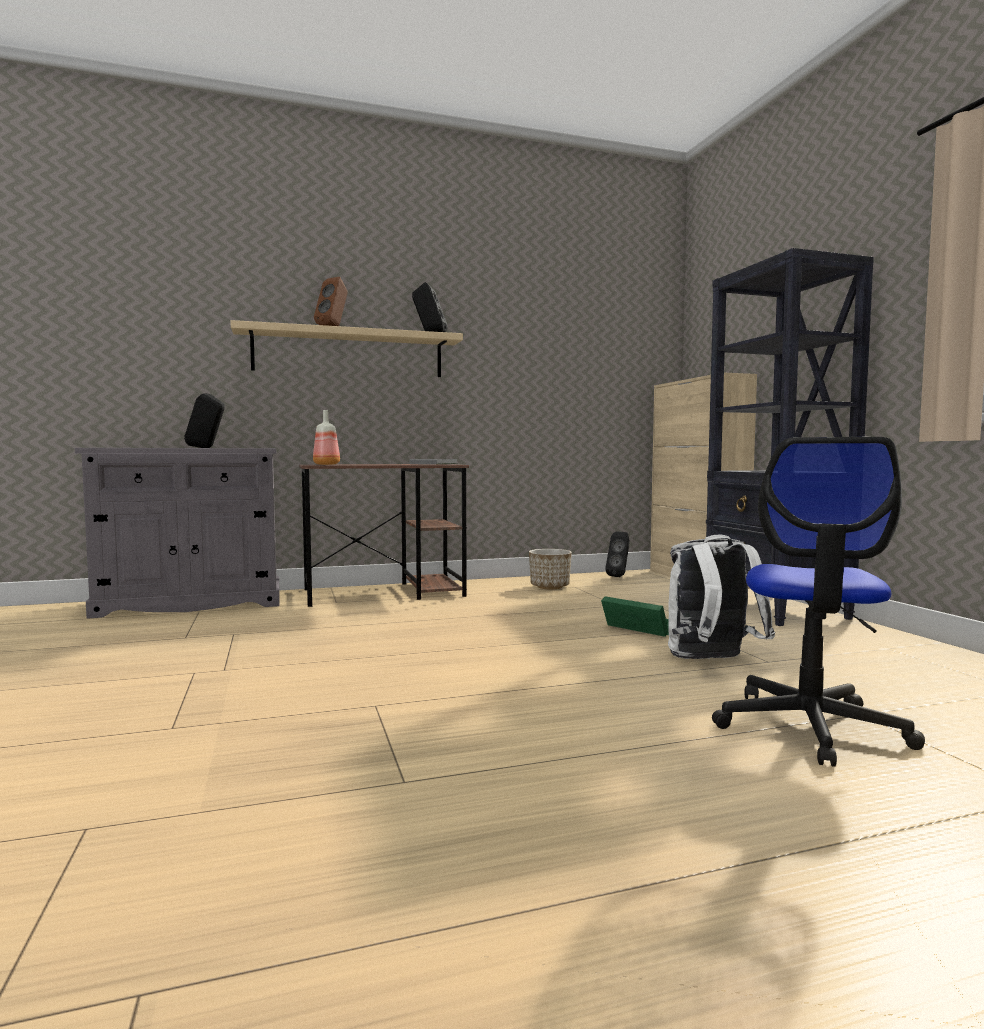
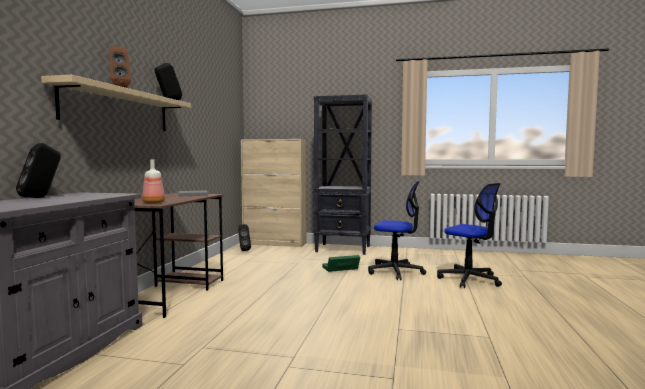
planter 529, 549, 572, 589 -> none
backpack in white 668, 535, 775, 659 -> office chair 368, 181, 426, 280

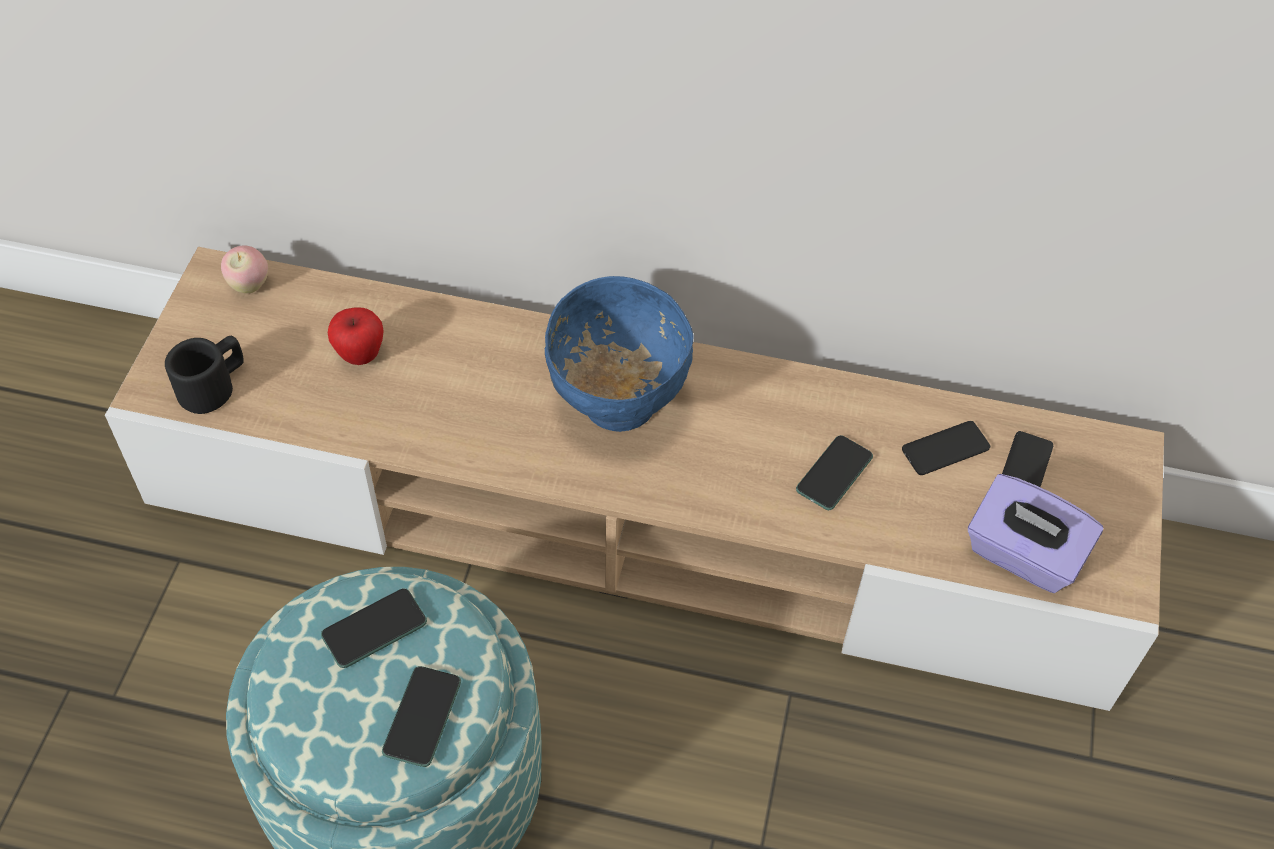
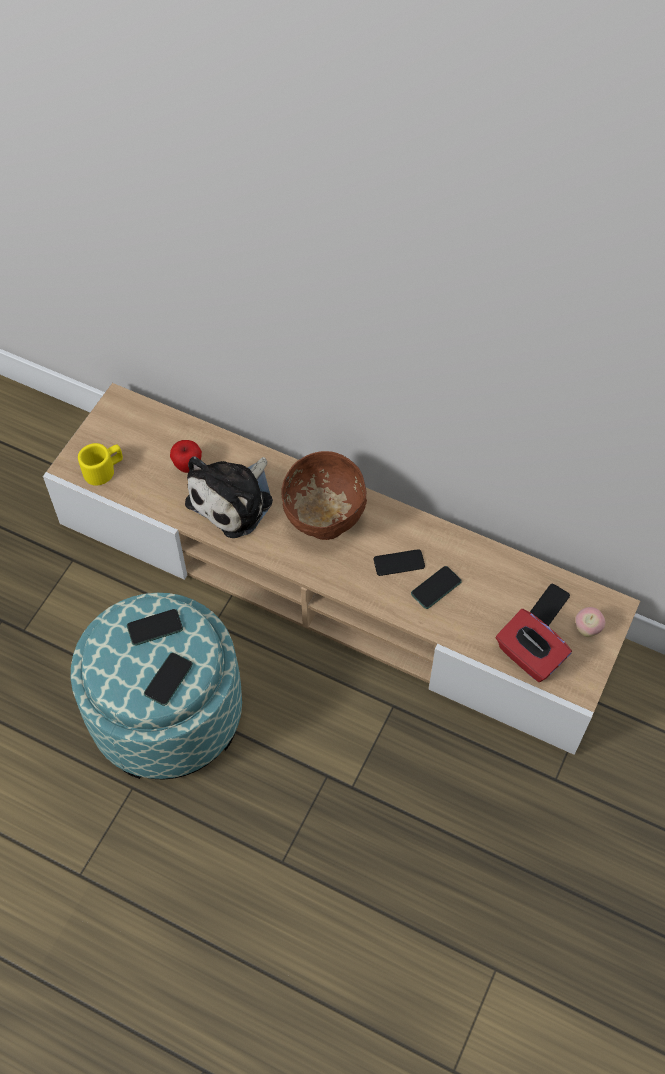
mug in black 165, 336, 244, 414 -> mug in yellow 78, 443, 123, 486
apple 221, 246, 268, 293 -> apple 575, 607, 605, 637, shifted
bowl in blue 545, 276, 693, 432 -> bowl in brown 281, 451, 367, 540
phone 902, 421, 990, 475 -> phone 374, 549, 425, 576, shifted
tissue box in purple 968, 474, 1104, 593 -> tissue box in red 496, 609, 572, 682
none -> plush toy 185, 457, 273, 538

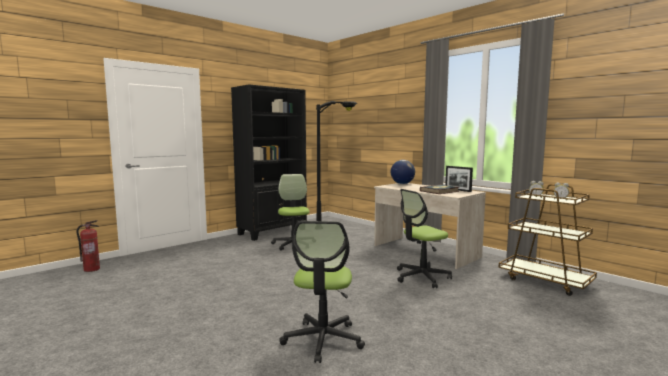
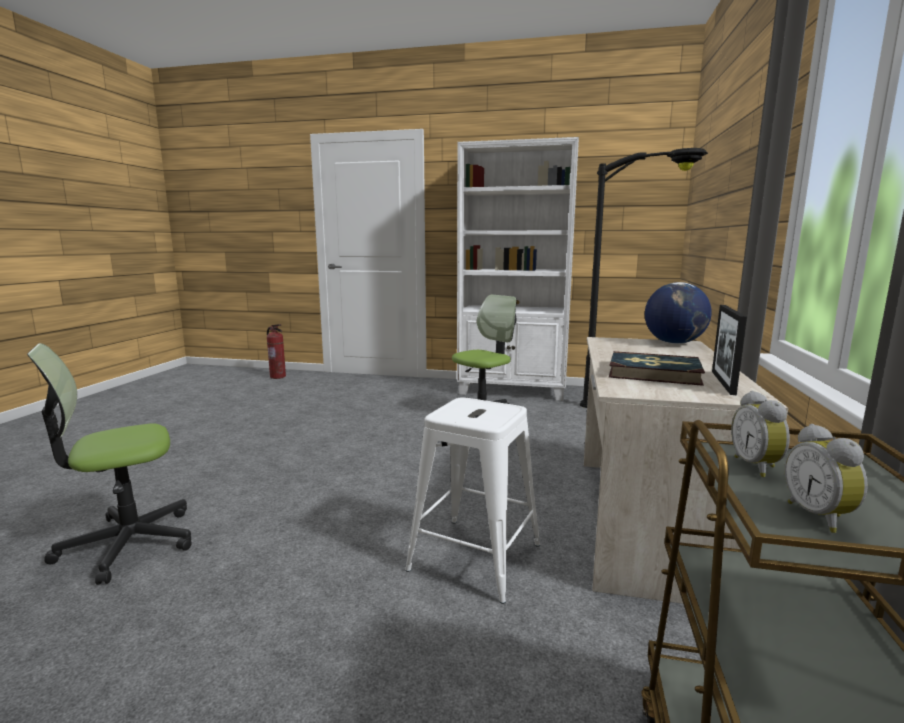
bookcase in black 231, 85, 307, 241 -> bookcase in white 457, 137, 579, 401
office chair 397, 189, 452, 288 -> stool in white 405, 397, 540, 604

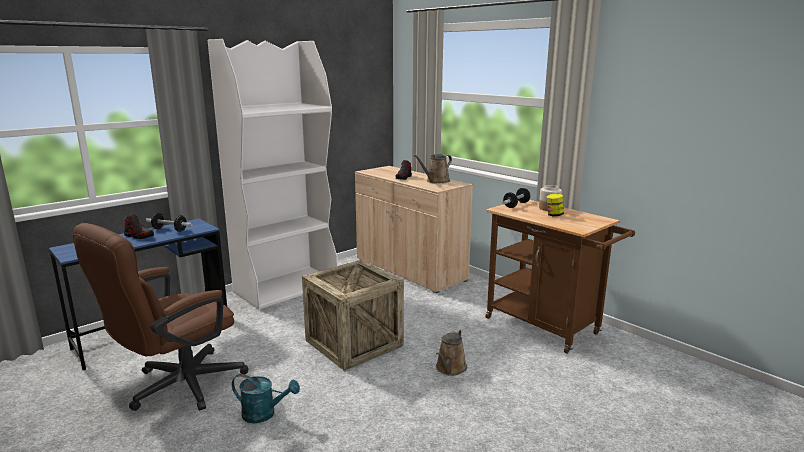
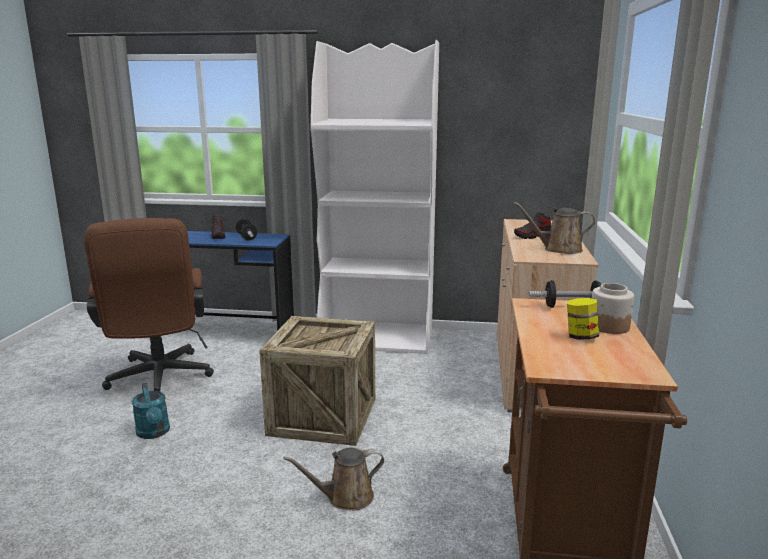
office chair in brown 73, 223, 248, 411 -> office chair in brown 84, 218, 214, 392, 105 degrees counterclockwise

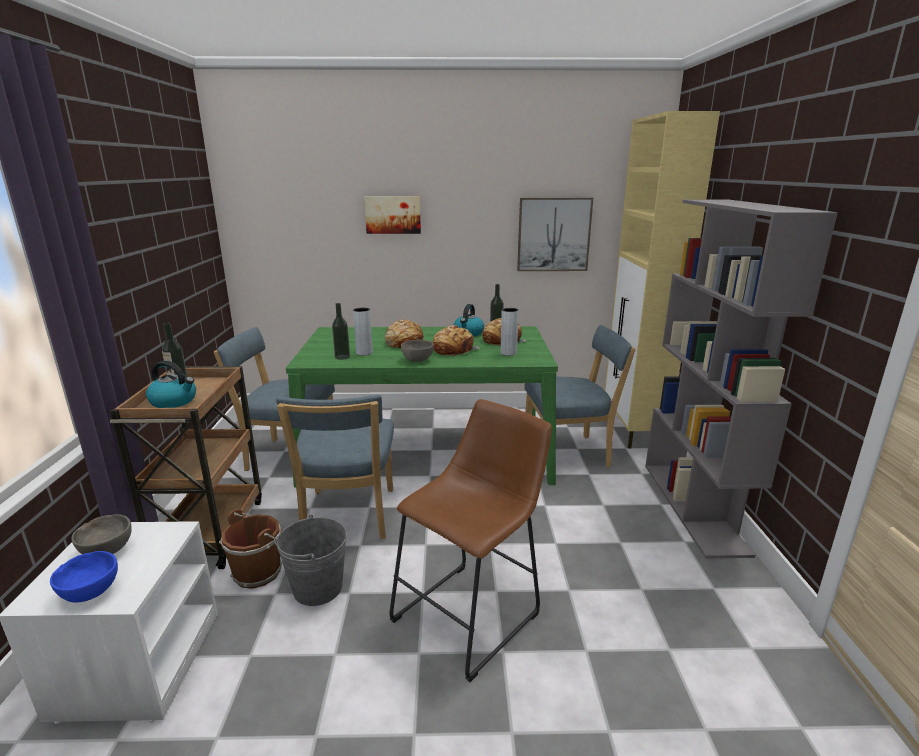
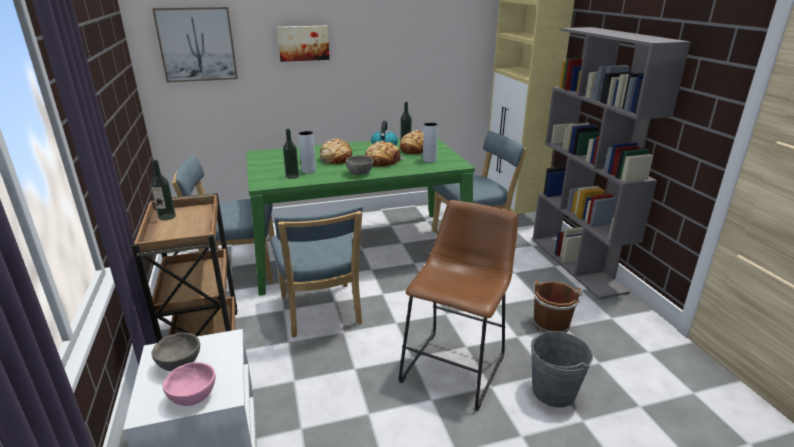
bowl in blue 50, 551, 118, 602 -> bowl in pink 163, 362, 215, 406
kettle 146, 361, 196, 408 -> none
bucket in brown 219, 509, 283, 589 -> bucket in brown 532, 279, 582, 333, shifted
bucket in grey 275, 515, 347, 606 -> bucket in grey 531, 331, 593, 408, shifted
picture 517, 198, 593, 271 -> picture 152, 7, 238, 82, shifted

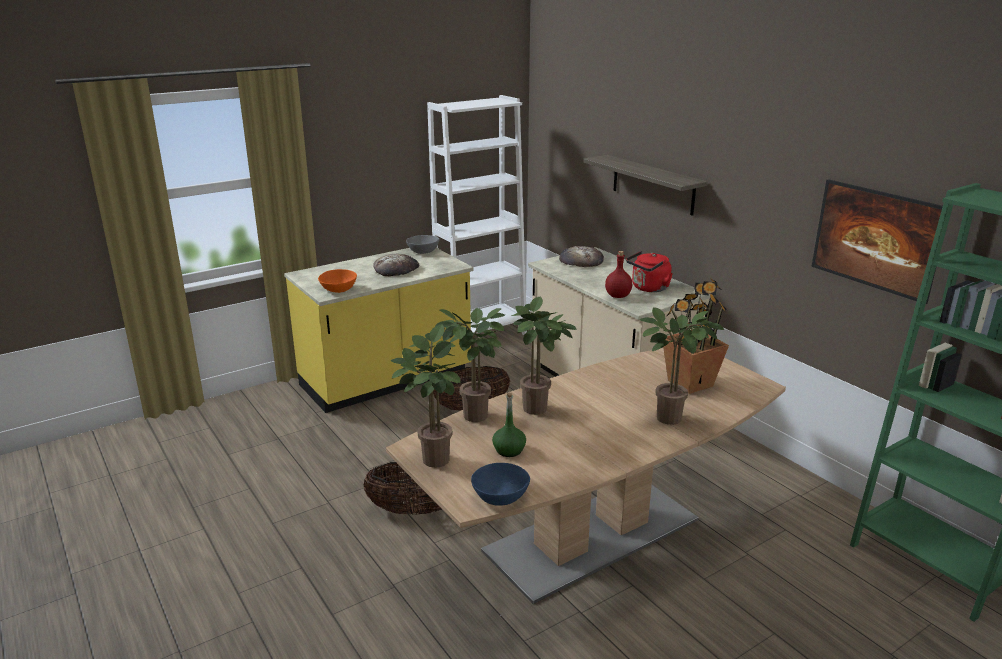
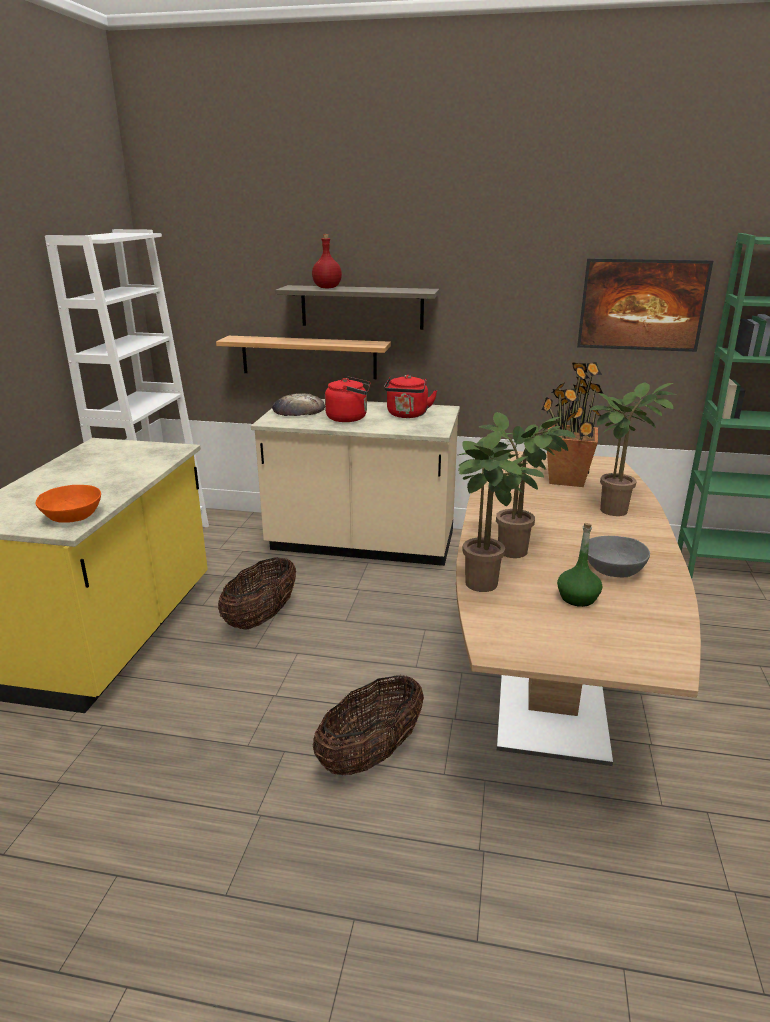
bread 373, 254, 419, 276 -> none
potted plant 391, 324, 461, 468 -> none
bowl in grey 406, 235, 439, 254 -> bowl in grey 588, 536, 650, 577, shifted
bowl in blue 471, 463, 530, 506 -> none
bottle in red 605, 251, 632, 298 -> bottle in red 312, 234, 342, 289, shifted
none -> shelf 216, 336, 391, 379
none -> kettle in red 325, 376, 371, 422

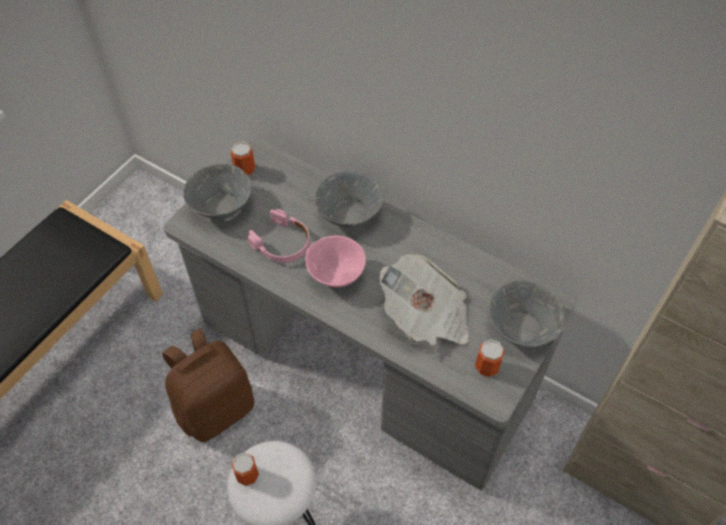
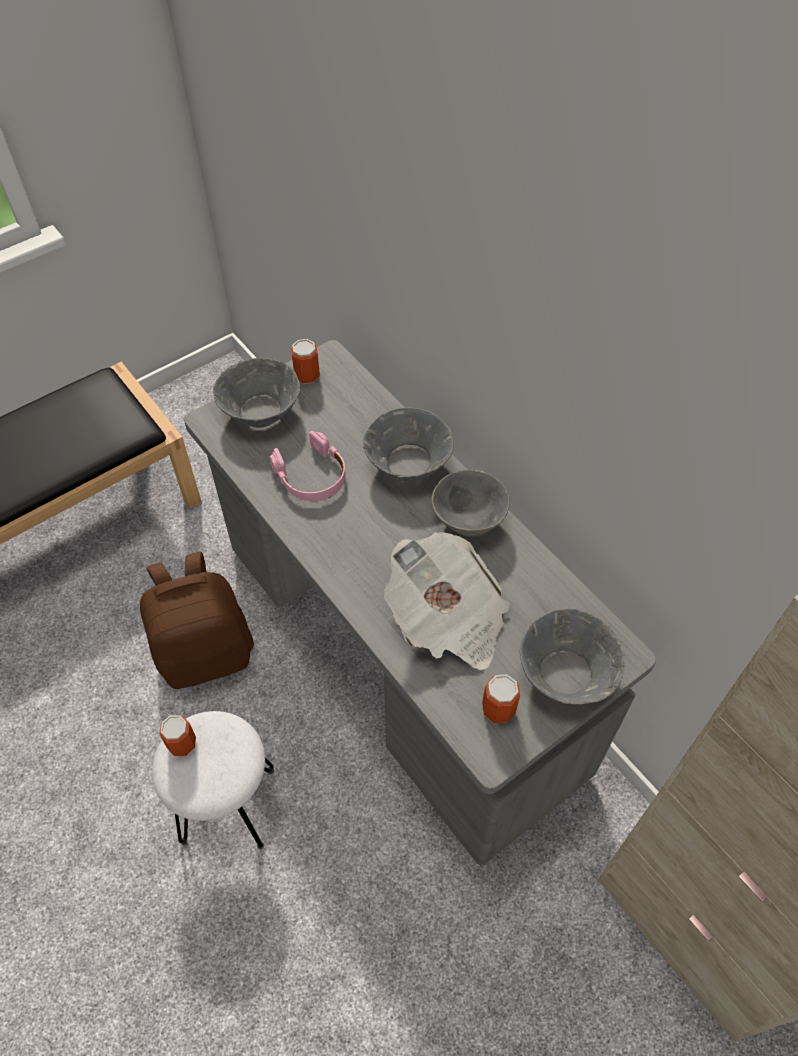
bowl in pink 305, 236, 366, 287 -> none
none -> bowl in grey 432, 470, 510, 537

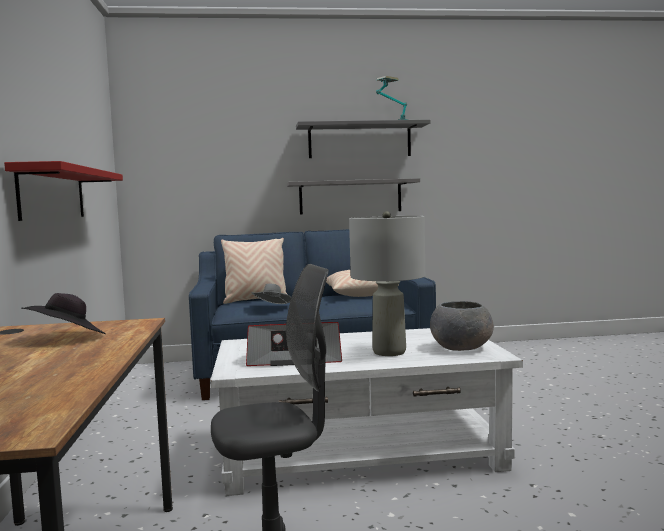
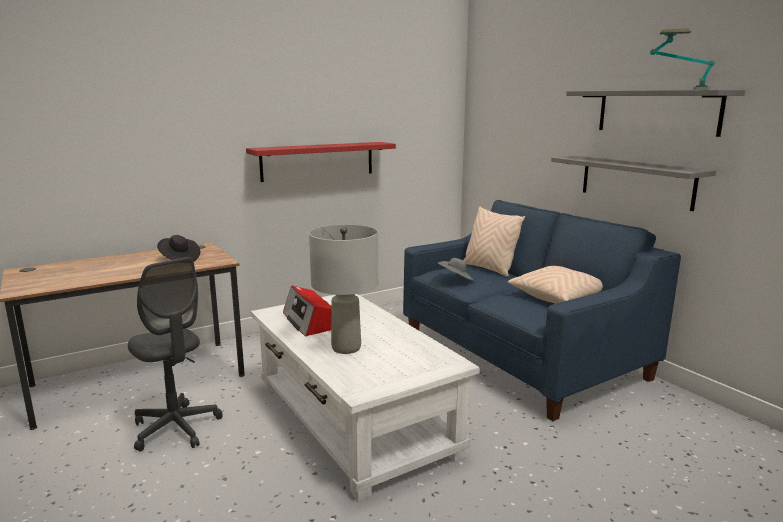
bowl in grey 430, 301, 494, 351 -> none

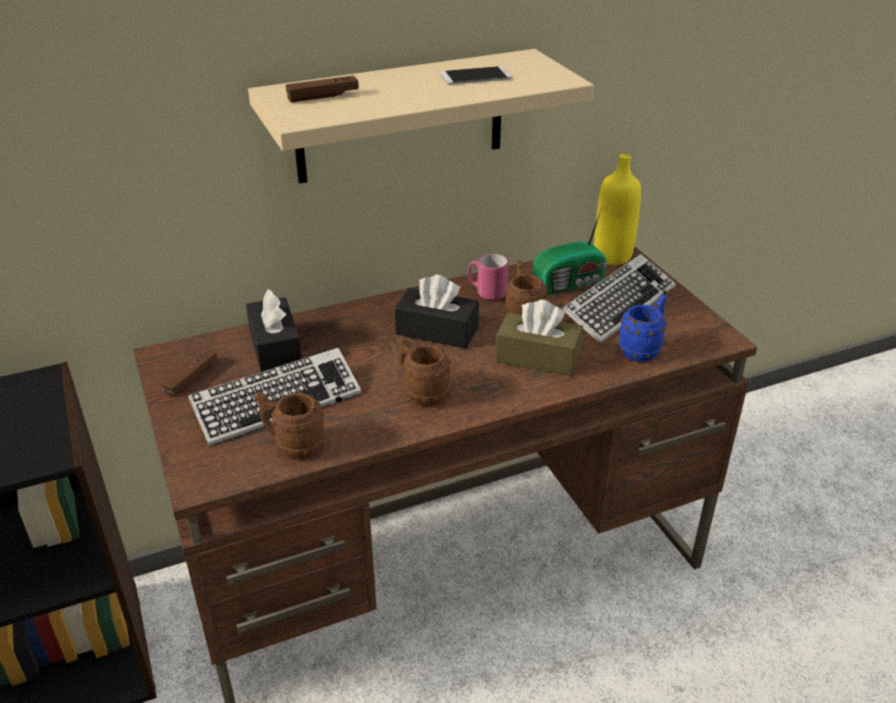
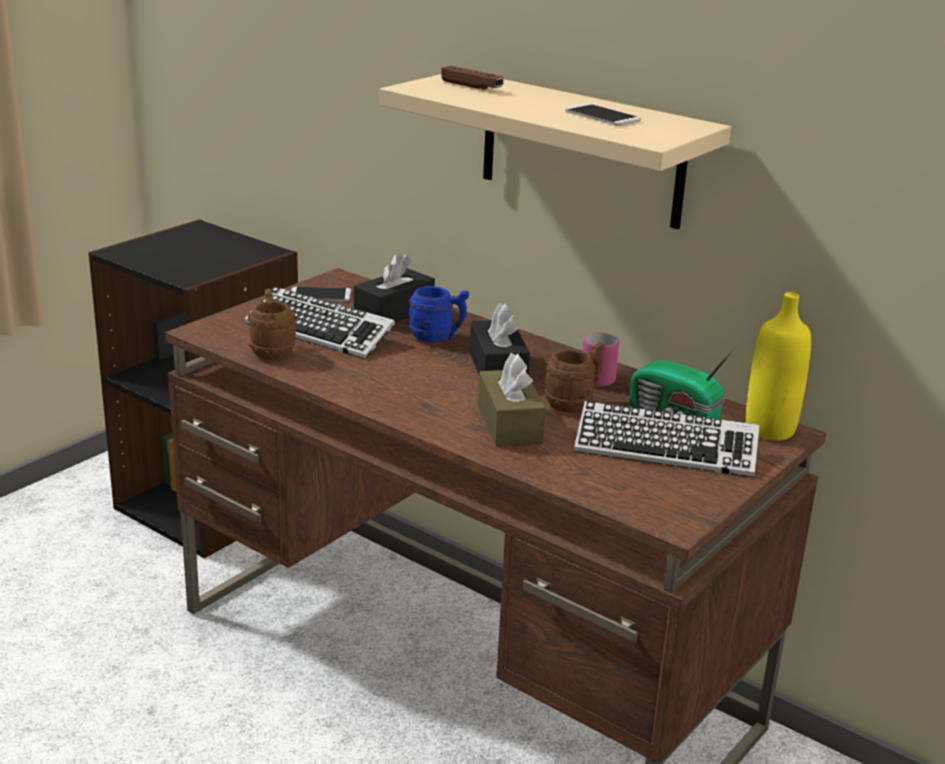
game controller in brown 161, 349, 217, 397 -> phone 291, 287, 351, 301
mug in brown 396, 335, 451, 406 -> none
mug in blue 618, 294, 667, 362 -> mug in blue 409, 286, 469, 342, shifted

